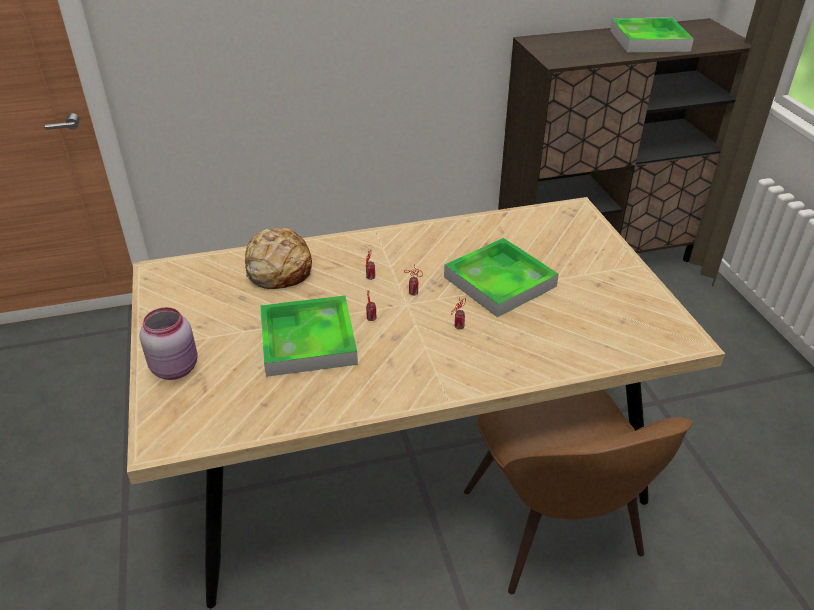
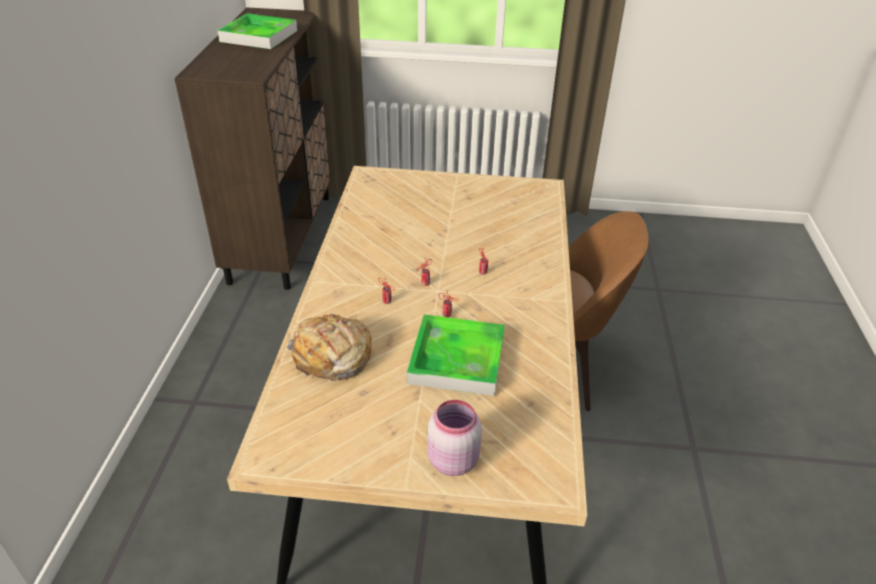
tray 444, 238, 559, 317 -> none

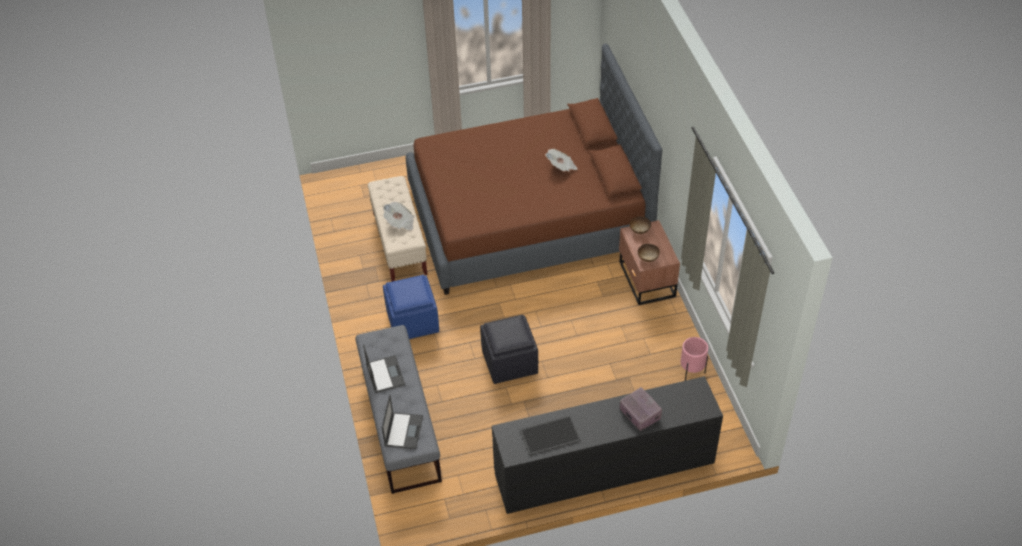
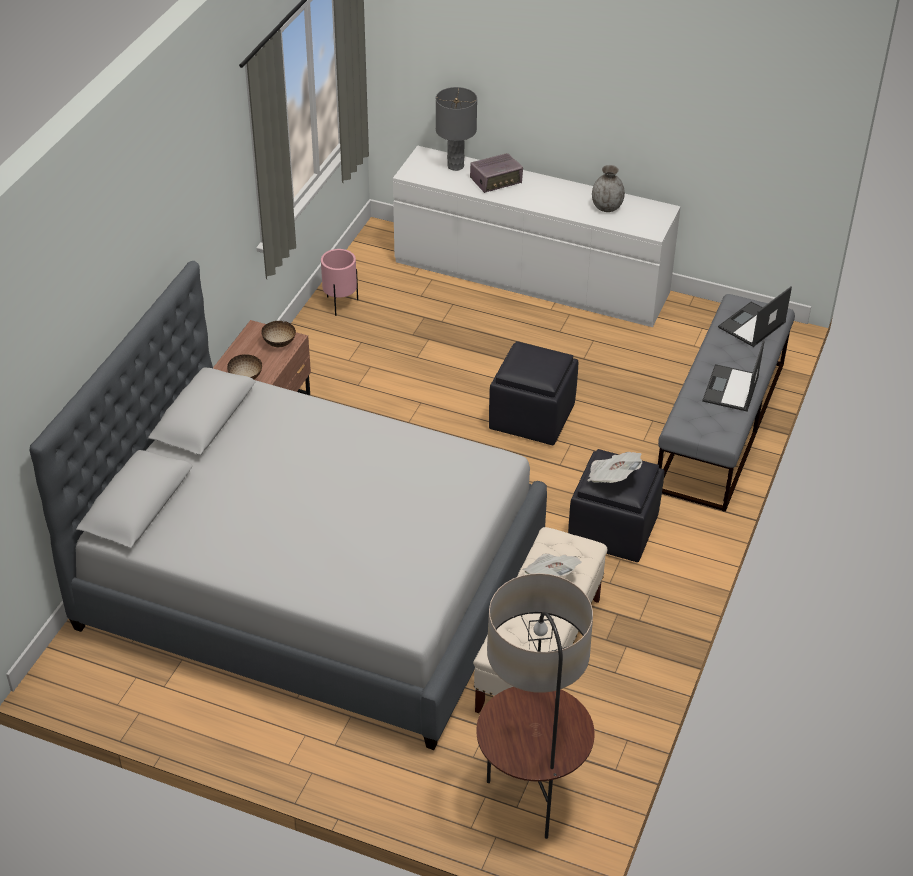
ottoman in blue 383, 275, 439, 339 -> ottoman in black 568, 449, 664, 562
bed in brown 406, 44, 662, 295 -> bed in grey 30, 261, 547, 750
dresser in black 492, 376, 723, 514 -> dresser in white 393, 146, 681, 327
tray 520, 415, 581, 455 -> vase in grey 592, 165, 625, 212
newspaper 545, 149, 578, 172 -> newspaper 587, 452, 642, 483, shifted
radio 620, 387, 662, 431 -> radio 470, 153, 523, 193, 120 degrees counterclockwise
none -> table lamp in grey 436, 87, 477, 171
none -> floor lamp 476, 573, 595, 839

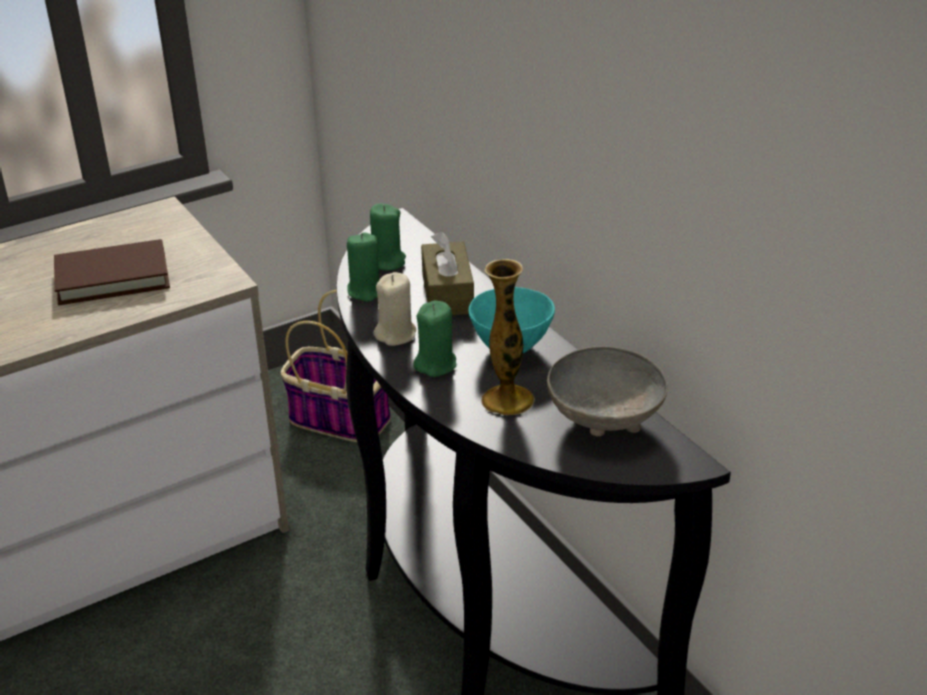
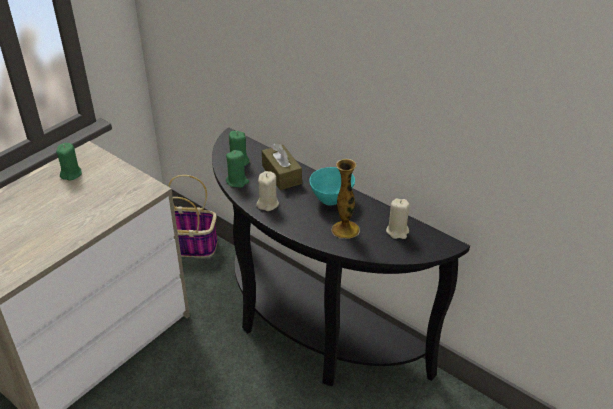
book in brown 54, 239, 170, 305 -> none
candle in green 413, 300, 456, 377 -> candle in green 56, 143, 82, 181, shifted
bowl in grey 547, 346, 668, 436 -> candle in beige 386, 198, 410, 239

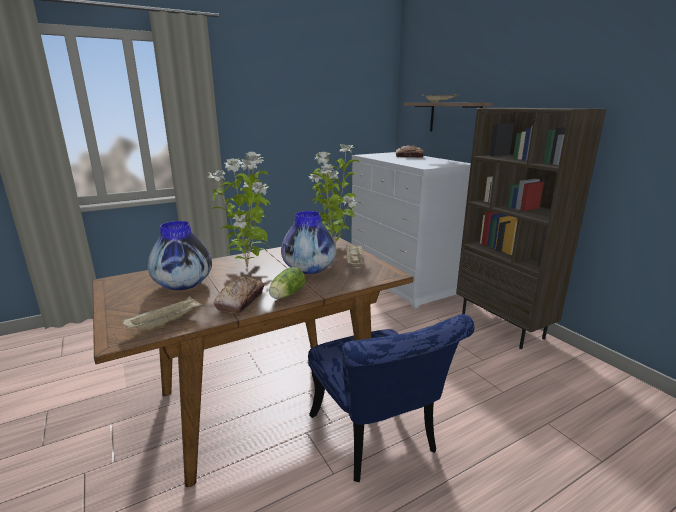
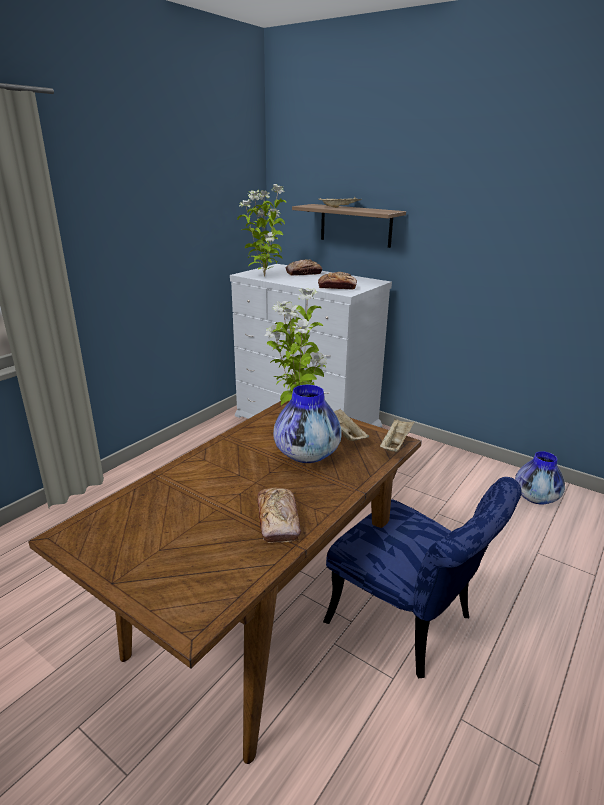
tray in beige 122, 296, 203, 331 -> tray in beige 380, 418, 415, 452, shifted
vase 148, 221, 212, 290 -> vase 515, 451, 565, 504, shifted
potted plant 207, 152, 270, 268 -> potted plant 237, 184, 286, 277, shifted
lettuce 269, 267, 305, 299 -> none
bookcase in brown 456, 108, 606, 349 -> none
none -> bread 318, 272, 357, 290

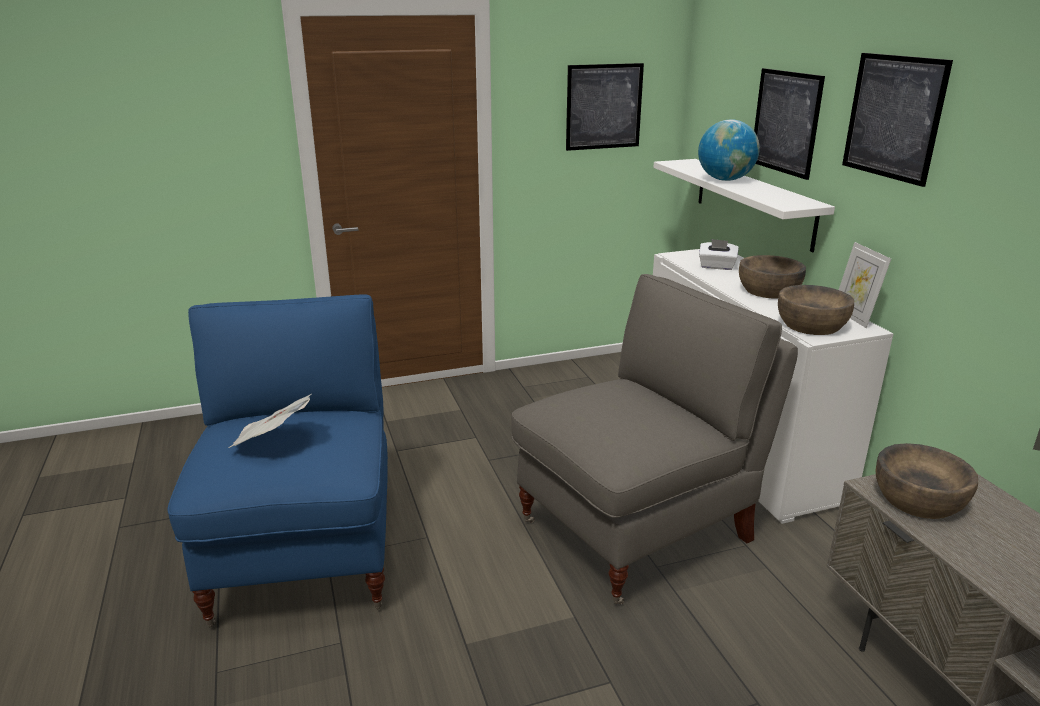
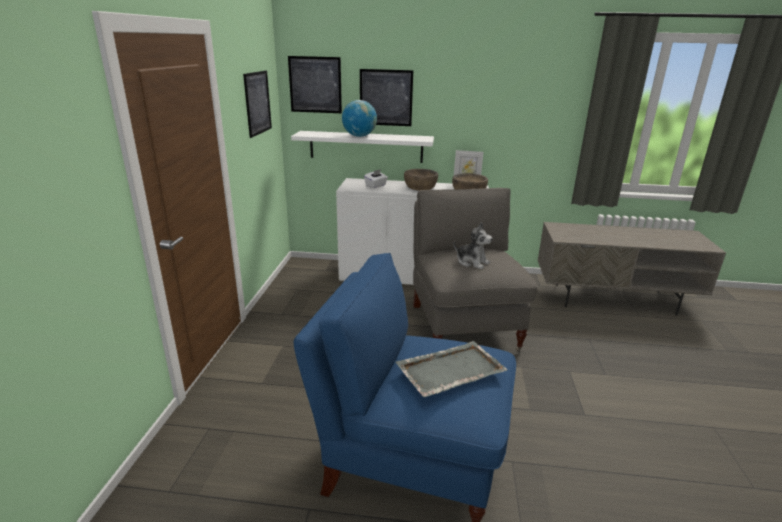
newspaper 229, 394, 311, 448 -> tray in grey 395, 341, 508, 397
picture 842, 53, 953, 187 -> picture 288, 56, 342, 113, shifted
bowl in brown 876, 443, 978, 519 -> none
none -> plush toy 454, 222, 493, 269

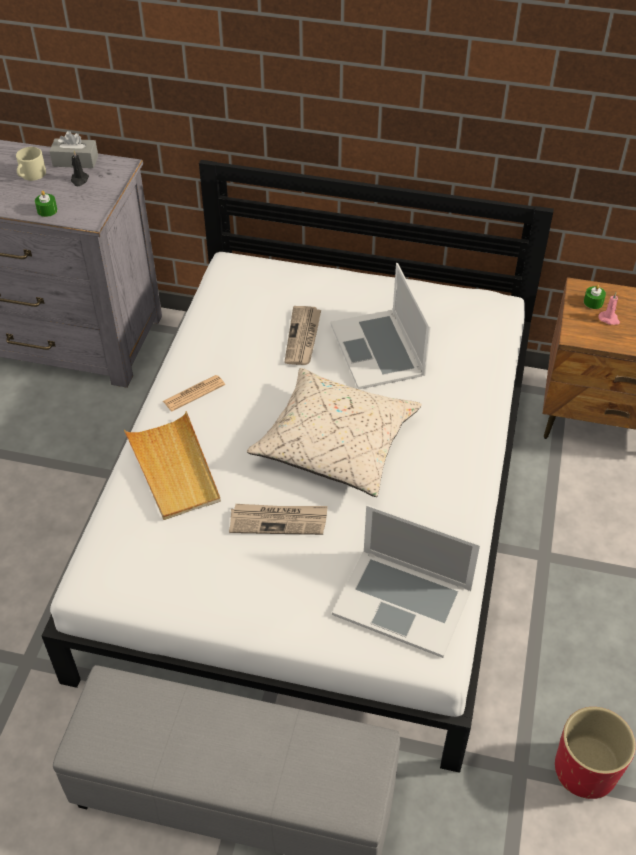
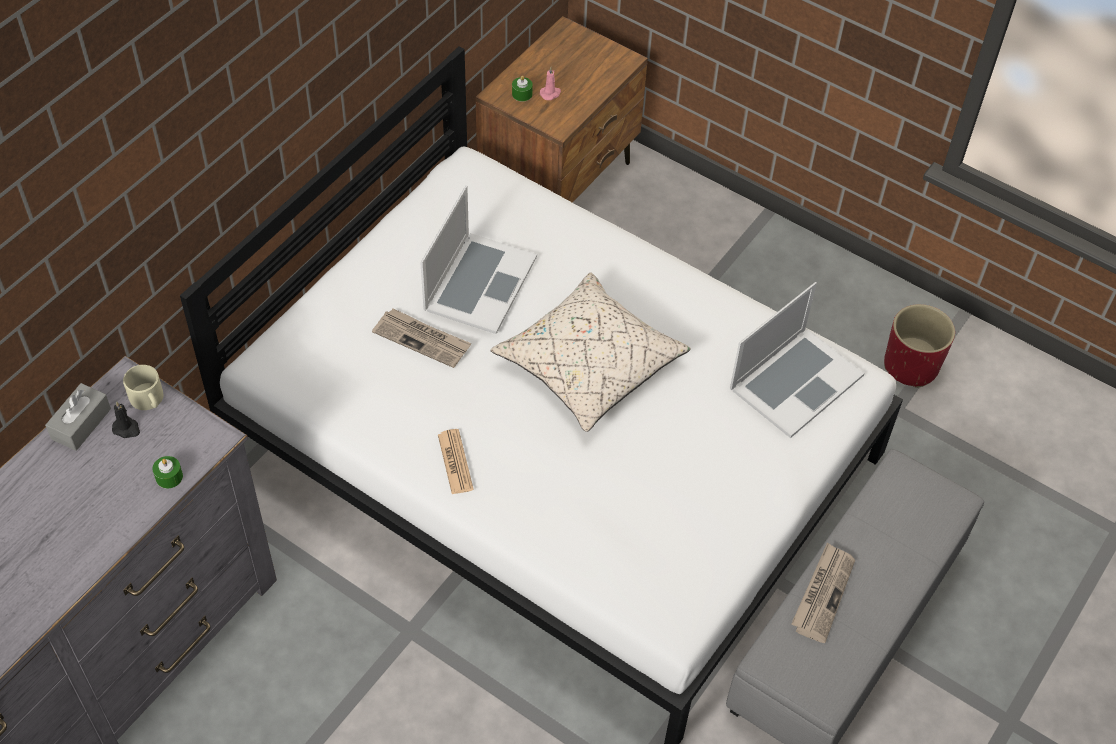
mug in beige 16, 147, 46, 181 -> mug in beige 123, 365, 163, 410, shifted
tray in beige 124, 411, 221, 520 -> none
newspaper 229, 504, 328, 535 -> newspaper 791, 542, 855, 643, shifted
laptop 330, 263, 431, 389 -> laptop 420, 186, 537, 334, 75 degrees counterclockwise

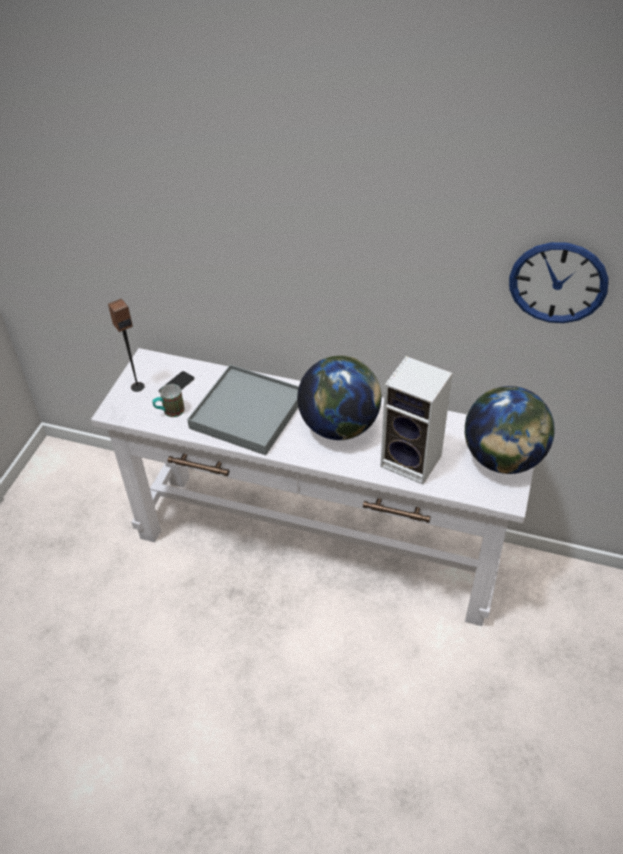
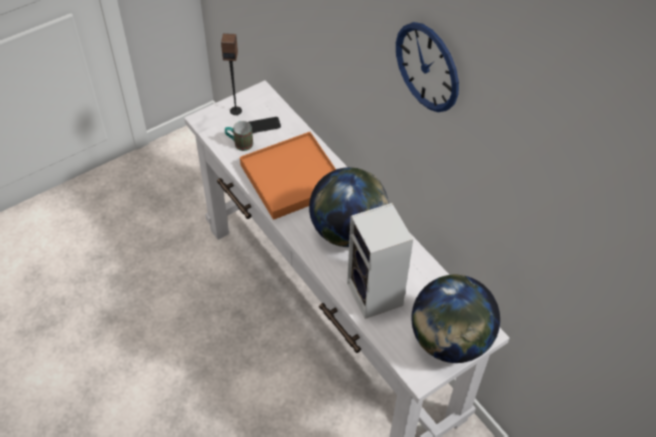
tray in grey 187, 365, 299, 455 -> tray in orange 240, 132, 336, 220
wall clock 509, 242, 609, 323 -> wall clock 396, 22, 459, 112, shifted

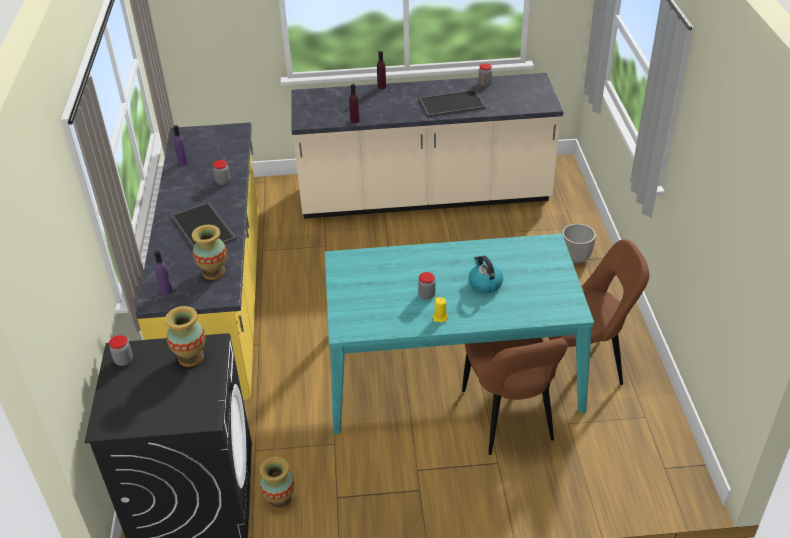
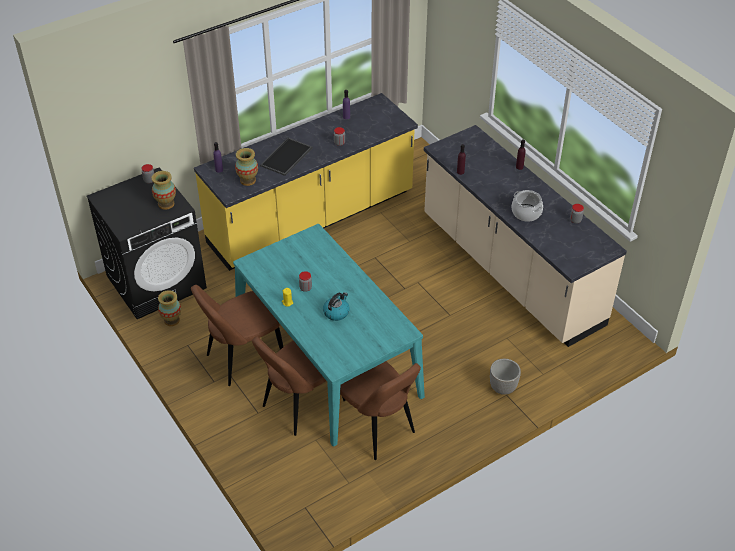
tray 419, 90, 486, 117 -> cooking pot 511, 190, 543, 222
none -> chair in brown 191, 285, 283, 386

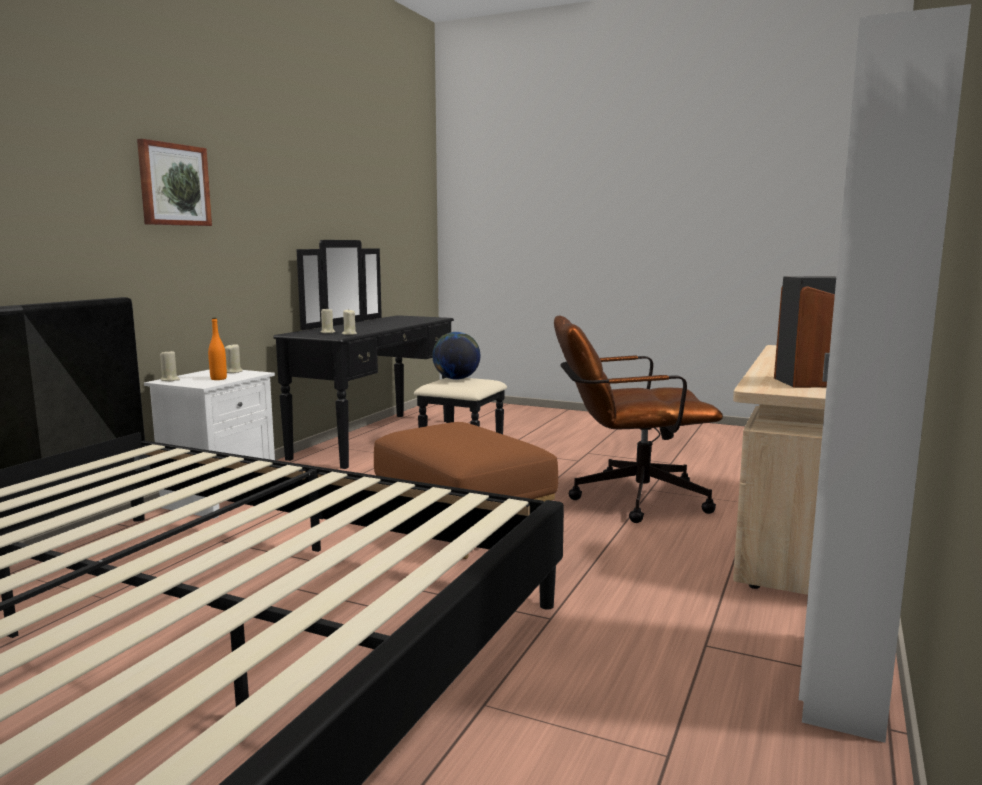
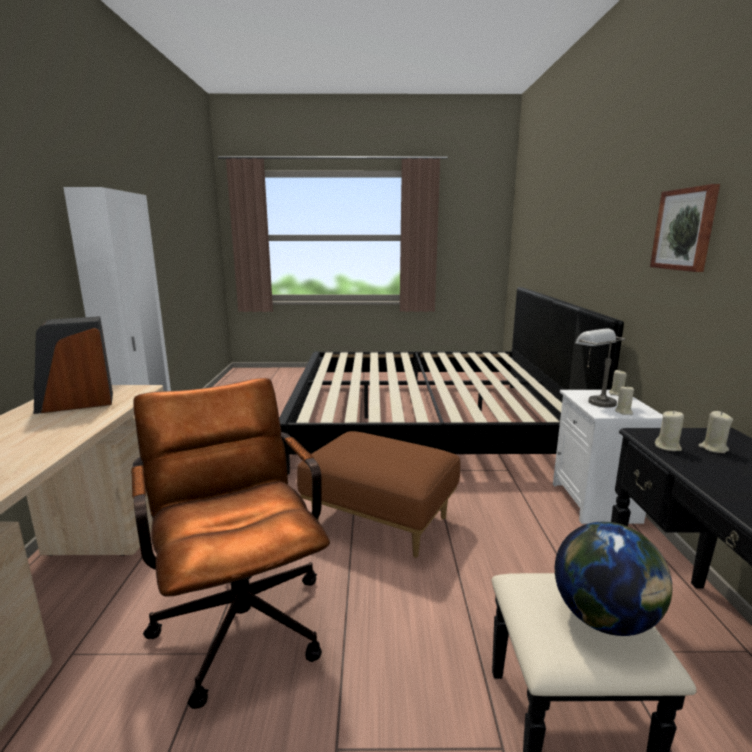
bottle in orange 208, 317, 227, 380 -> table lamp in grey 575, 329, 626, 408
office chair in brown 554, 316, 723, 523 -> office chair in brown 131, 378, 330, 709, 90 degrees counterclockwise

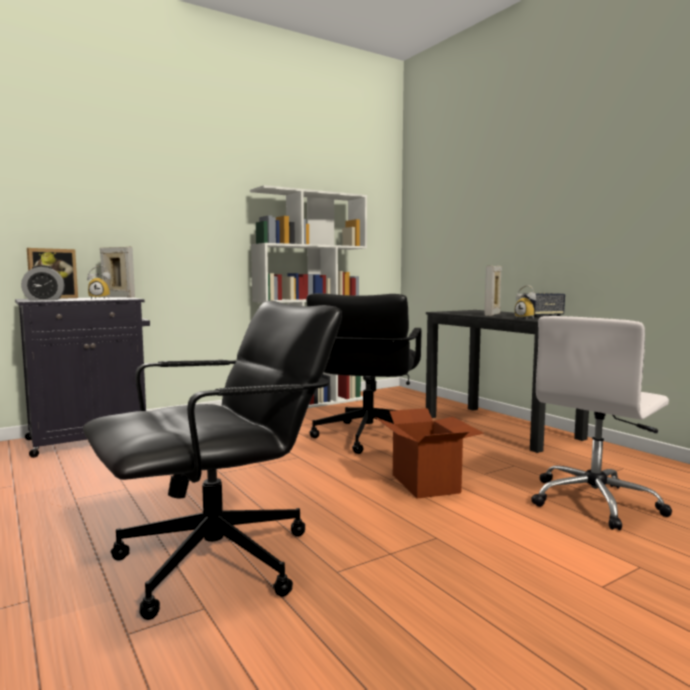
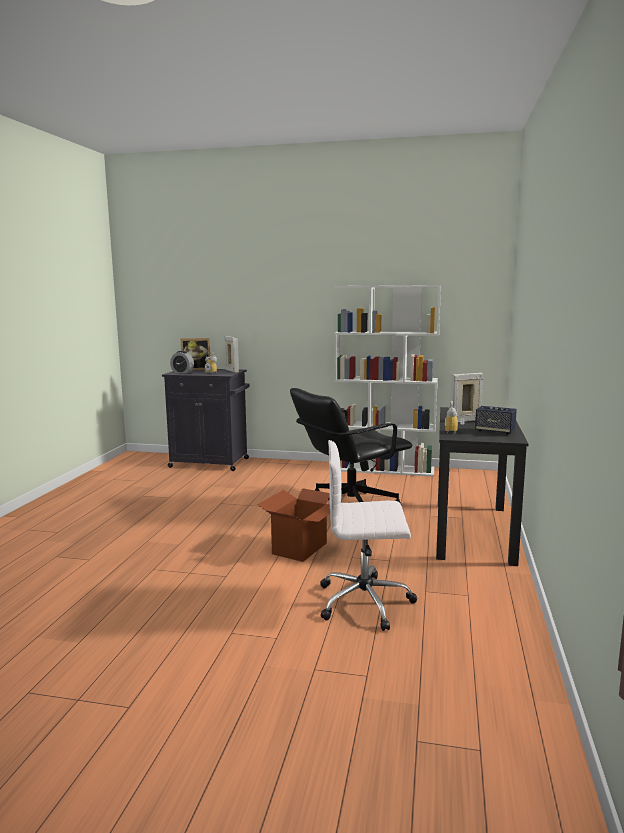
office chair in black 83, 300, 342, 620 -> none

